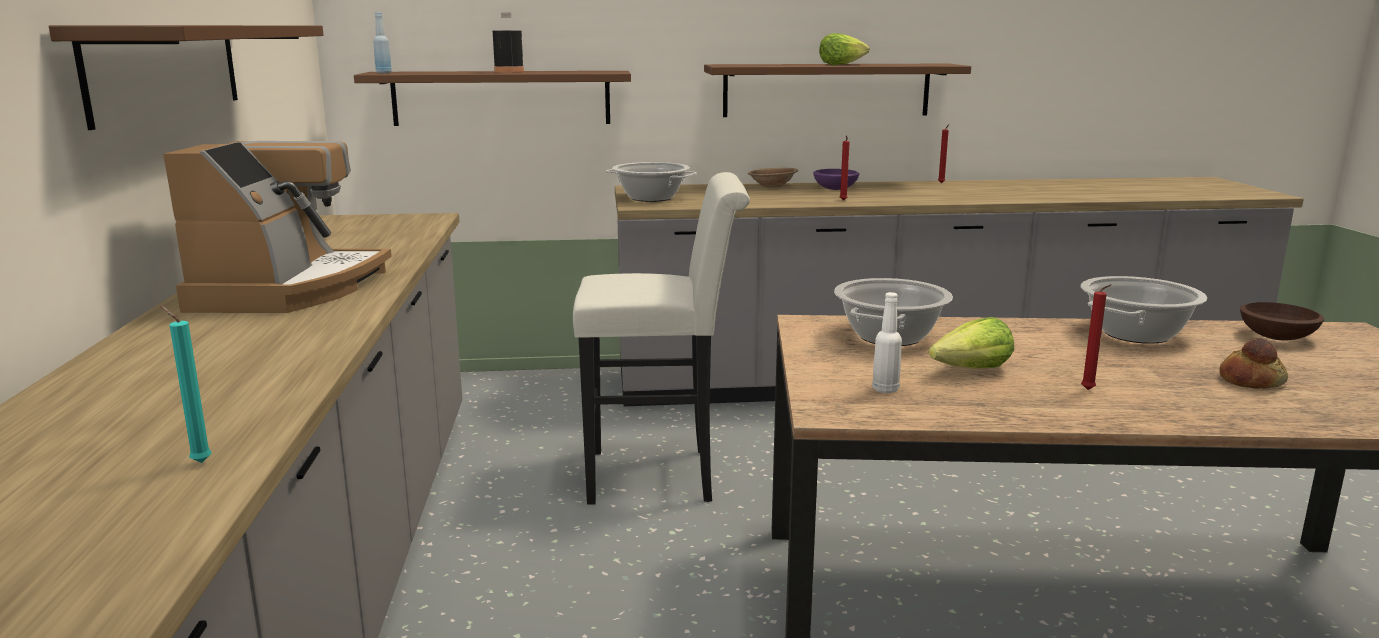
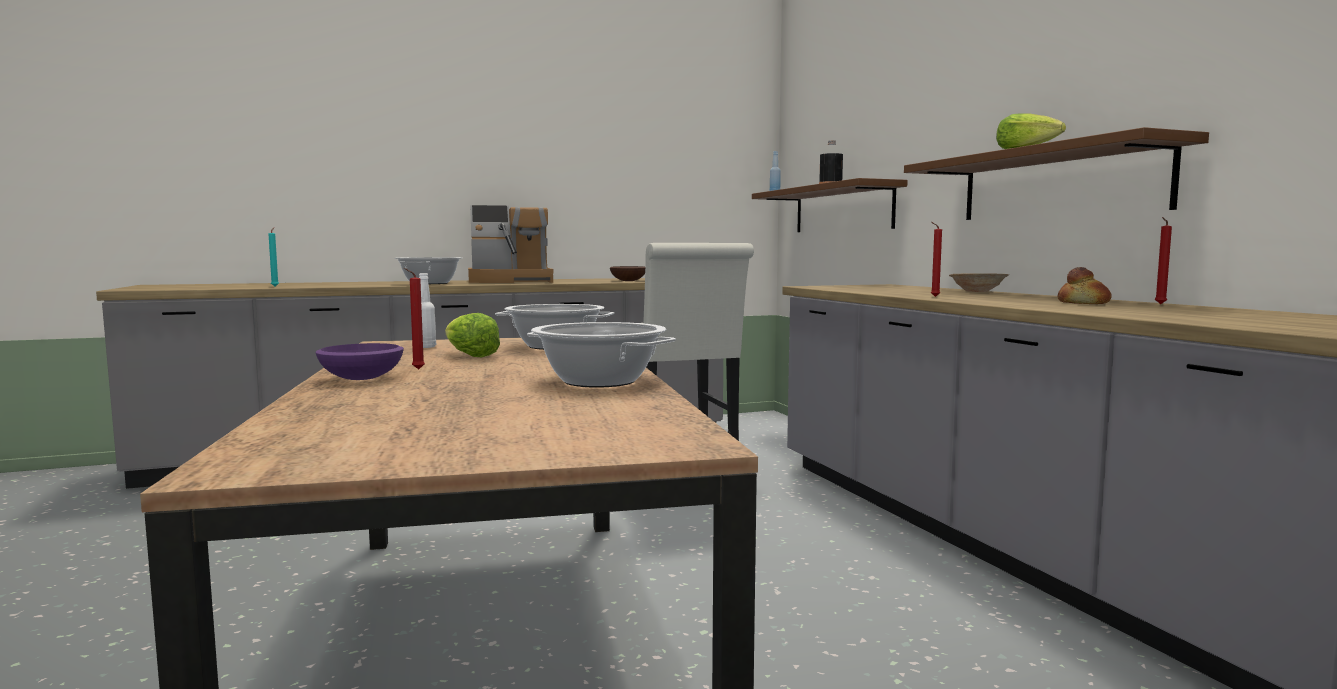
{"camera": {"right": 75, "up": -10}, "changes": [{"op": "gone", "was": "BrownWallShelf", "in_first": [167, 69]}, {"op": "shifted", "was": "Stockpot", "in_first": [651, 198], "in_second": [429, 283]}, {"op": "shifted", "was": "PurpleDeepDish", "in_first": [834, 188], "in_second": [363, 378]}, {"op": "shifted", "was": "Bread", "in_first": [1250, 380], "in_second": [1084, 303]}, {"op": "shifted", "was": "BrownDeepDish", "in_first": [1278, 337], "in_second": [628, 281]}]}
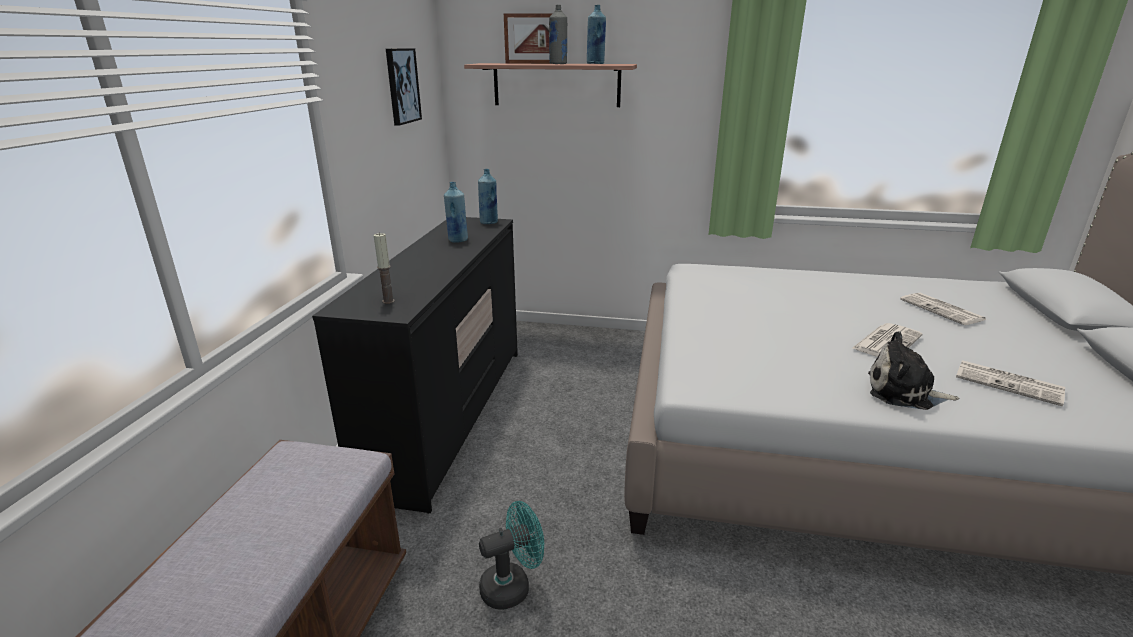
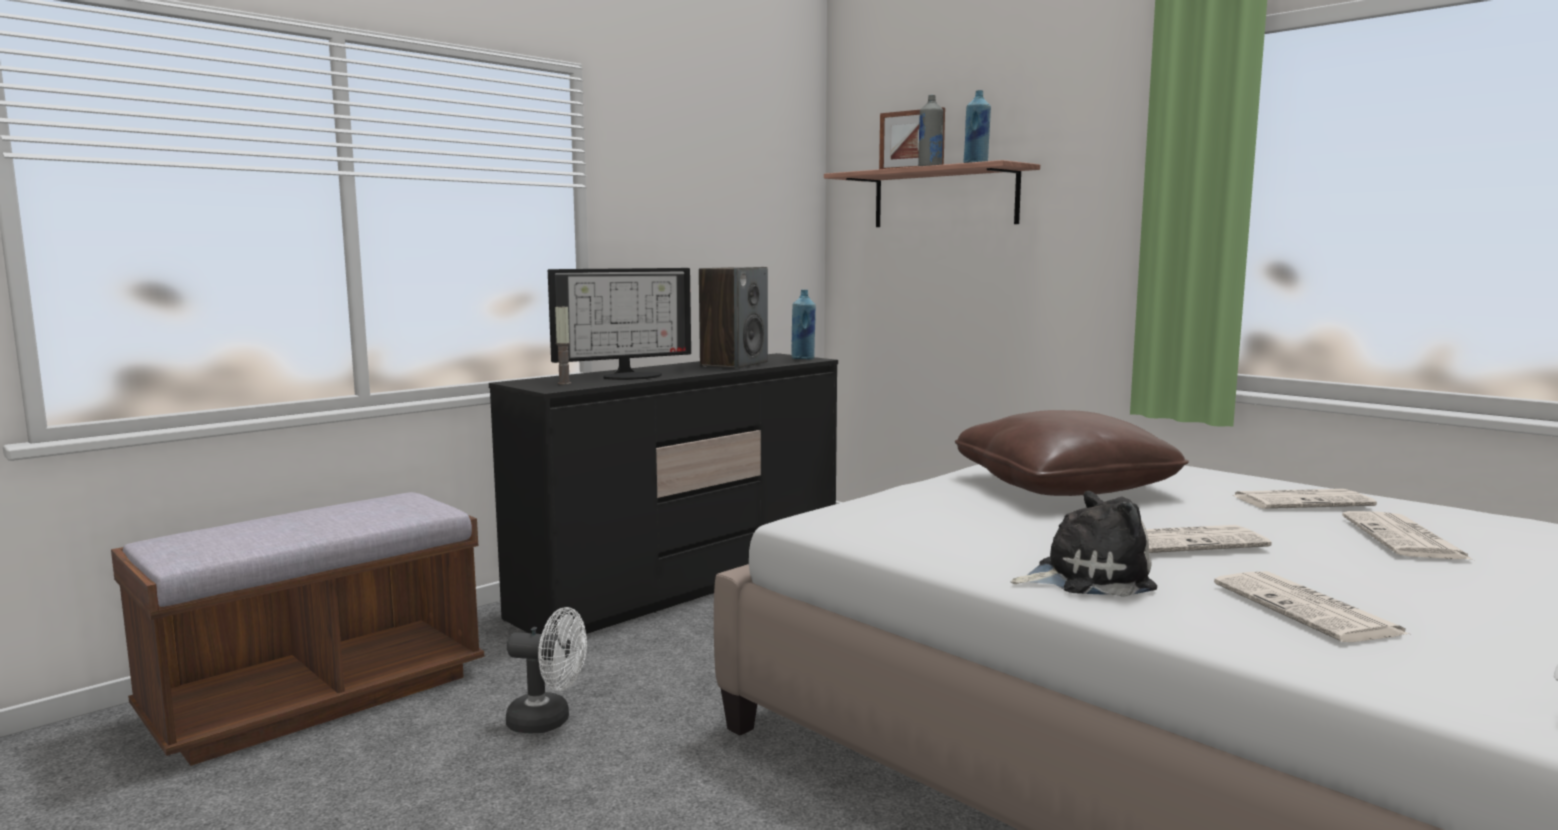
{"camera": {"right": 35, "up": -15}, "changes": [{"op": "gone", "was": "WallPicture", "in_first": [402, 86]}, {"op": "new", "now": "ComputerScreen", "in_second": [631, 376]}, {"op": "new", "now": "BrownThrowPillow", "in_second": [1063, 487]}, {"op": "new", "now": "DailyPaper", "in_second": [1303, 501]}, {"op": "swapped", "was": "BluishDrinkBottle", "now": "AudioSpeaker", "in_first": [457, 240], "in_second": [734, 364]}, {"op": "repainted", "was": "BlueGreenElectricFan", "now": "WhiteElectricFan", "in_first": [512, 586], "in_second": [548, 721]}, {"op": "rotated", "was": "PlushToy", "in_first": [904, 392], "in_second": [1086, 578], "clockwise": 120}]}
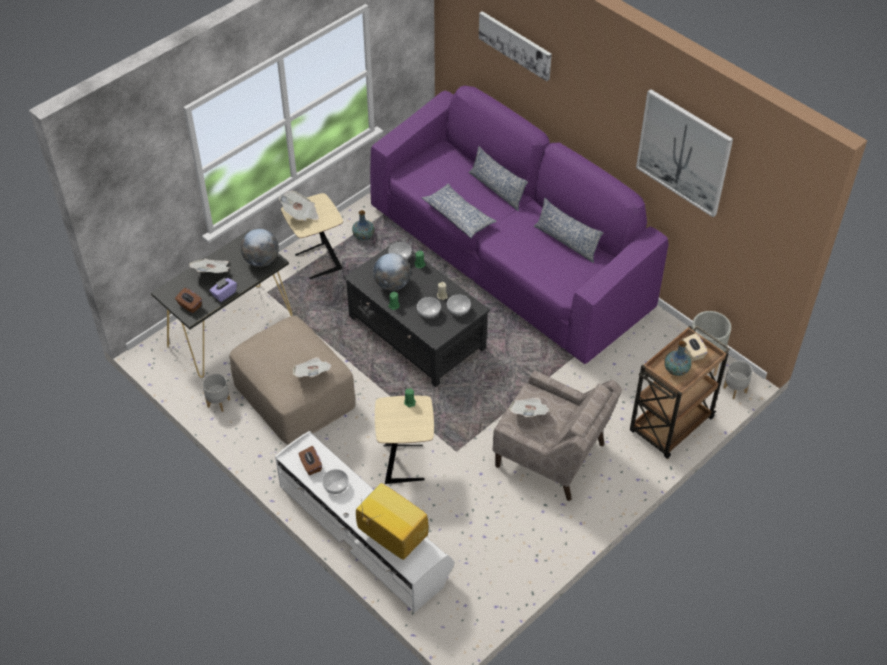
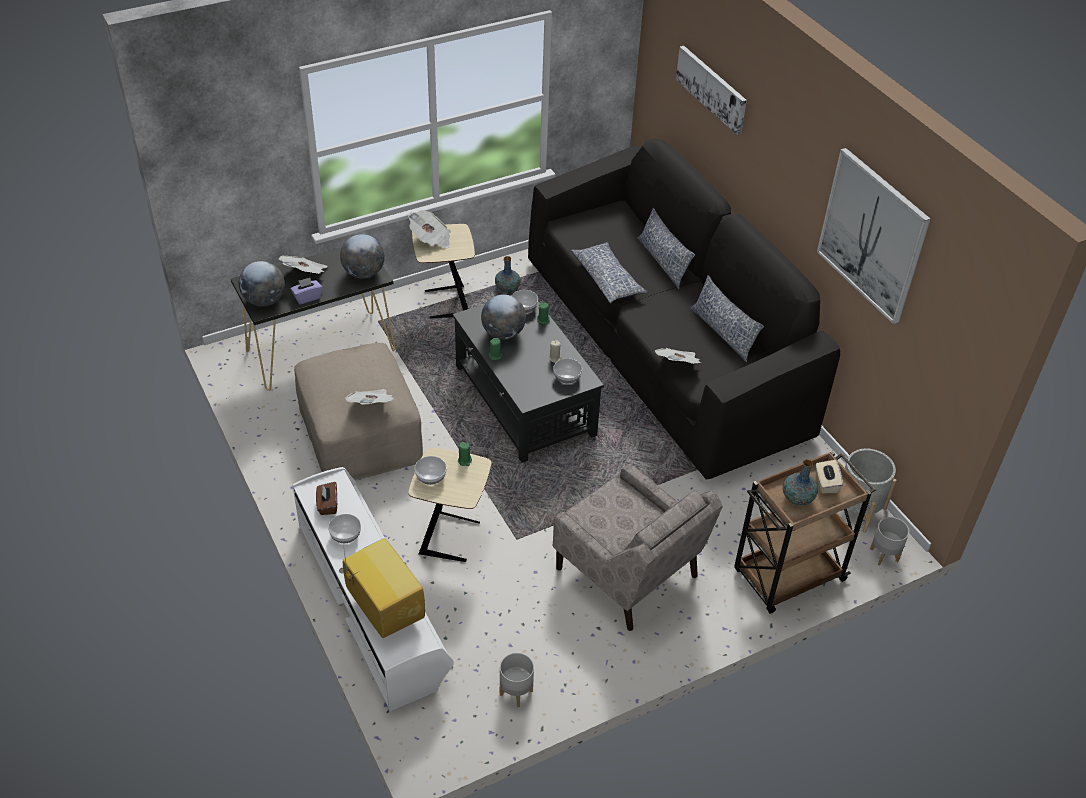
{"camera": {"right": 15, "up": -5}, "changes": [{"op": "shifted", "was": "GrayPlantPot", "in_first": [218, 403], "in_second": [515, 693]}, {"op": "shifted", "was": "DeepDish", "in_first": [428, 312], "in_second": [430, 477]}, {"op": "shifted", "was": "DailyPaper", "in_first": [529, 413], "in_second": [678, 365]}, {"op": "swapped", "was": "BrownTissueBox", "now": "Globe", "in_first": [189, 306], "in_second": [264, 301]}, {"op": "repainted", "was": "PurpleCouch", "now": "BlackCouch", "in_first": [510, 257], "in_second": [663, 346]}]}
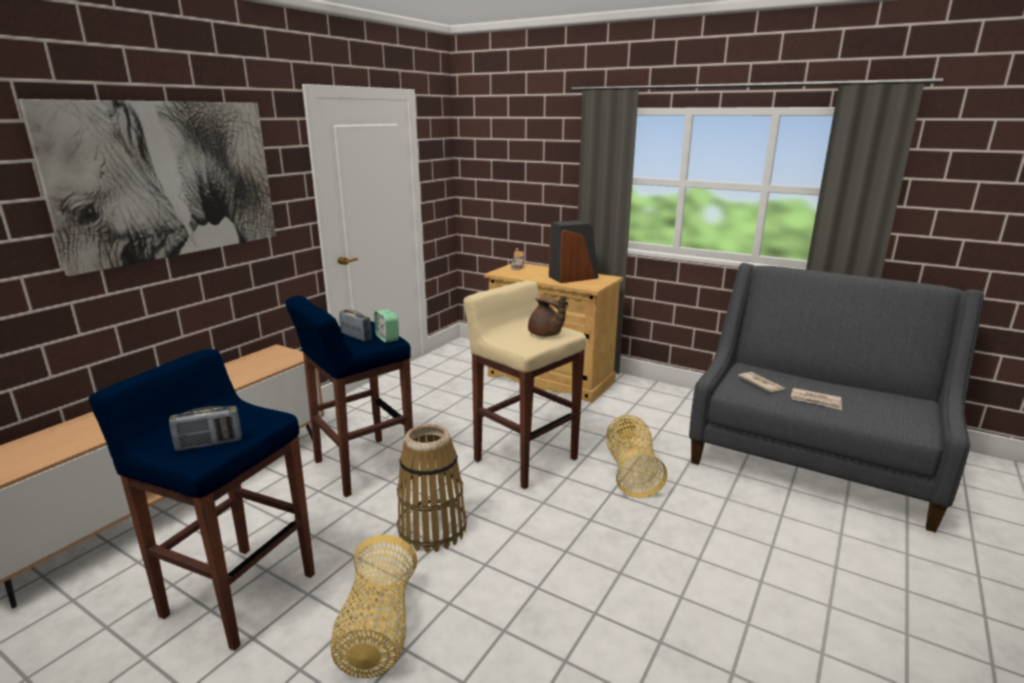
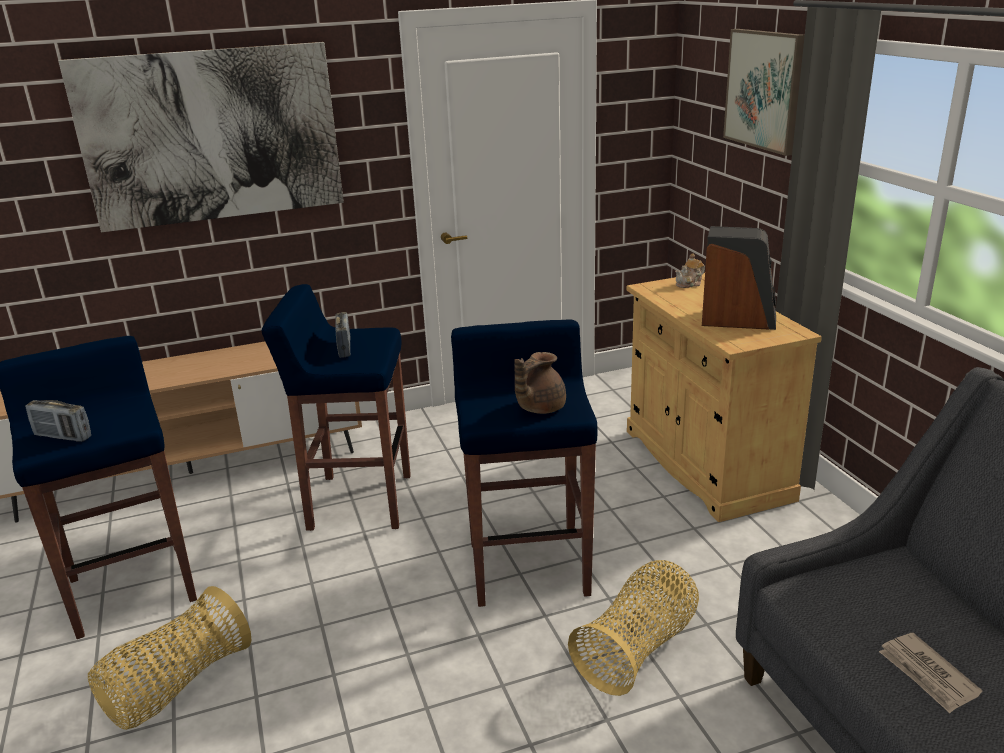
{"camera": {"right": 40, "up": 5}, "changes": [{"op": "gone", "was": "AlarmClock", "in_first": [387, 338]}, {"op": "gone", "was": "HouseholdBasket", "in_first": [432, 529]}, {"op": "gone", "was": "DailyPaper", "in_first": [761, 384]}, {"op": "new", "now": "WallPicture", "in_second": [764, 90]}, {"op": "repainted", "was": "BeigeColouredStool", "now": "BluishStool", "in_first": [524, 459], "in_second": [528, 567]}, {"op": "rotated", "was": "BrownPotForTea", "in_first": [545, 334], "in_second": [539, 408], "clockwise": 45}]}
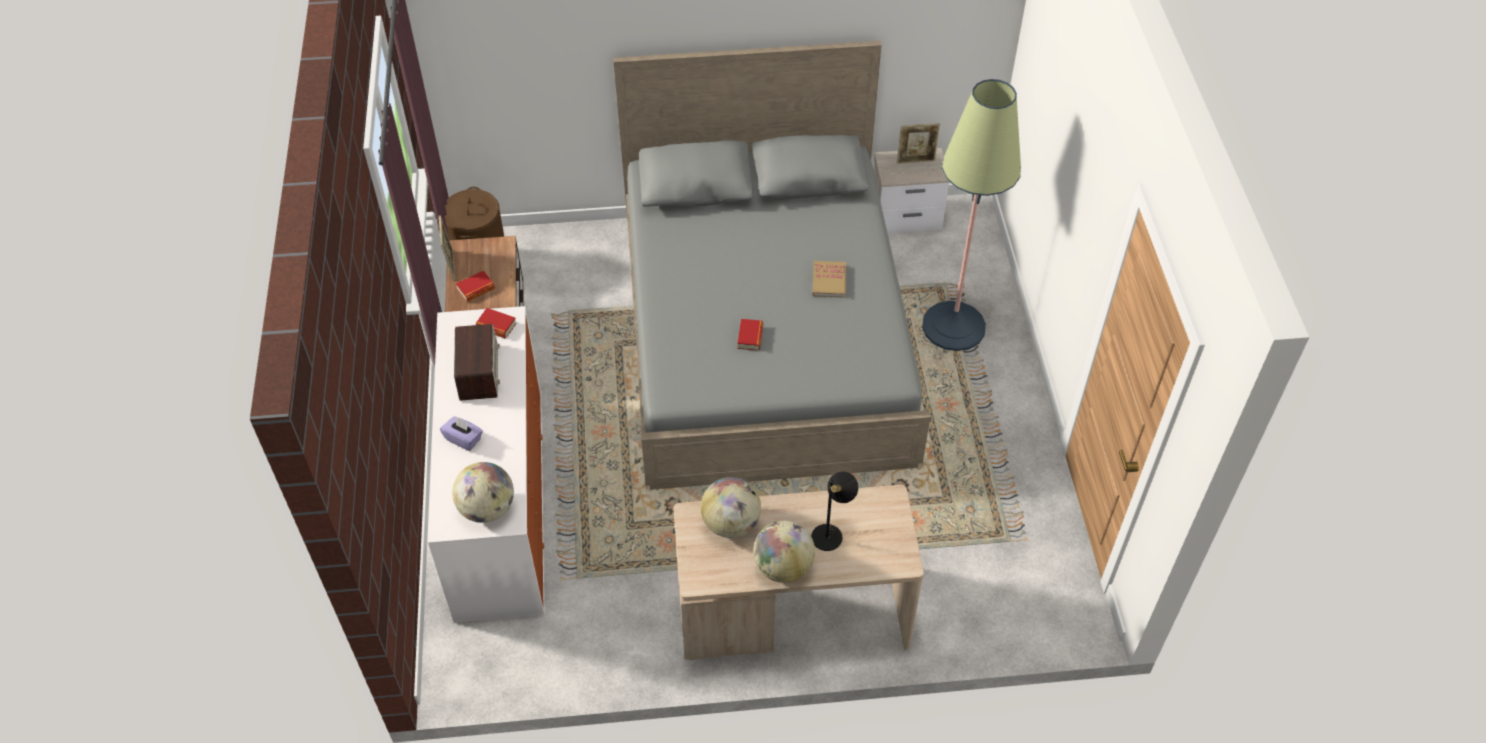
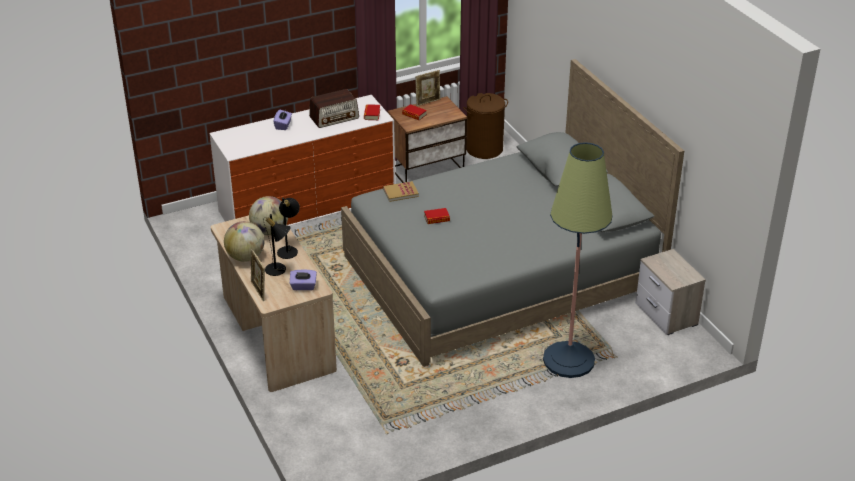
{"camera": {"right": 70, "up": -15}, "changes": [{"op": "gone", "was": "Globe", "in_first": [487, 509]}, {"op": "new", "now": "BlackTabletopLamp", "in_second": [289, 250]}, {"op": "new", "now": "PurpleTissueBox", "in_second": [303, 286]}, {"op": "shifted", "was": "Book", "in_first": [829, 280], "in_second": [400, 193]}, {"op": "shifted", "was": "StandingFrame", "in_first": [915, 161], "in_second": [259, 291]}]}
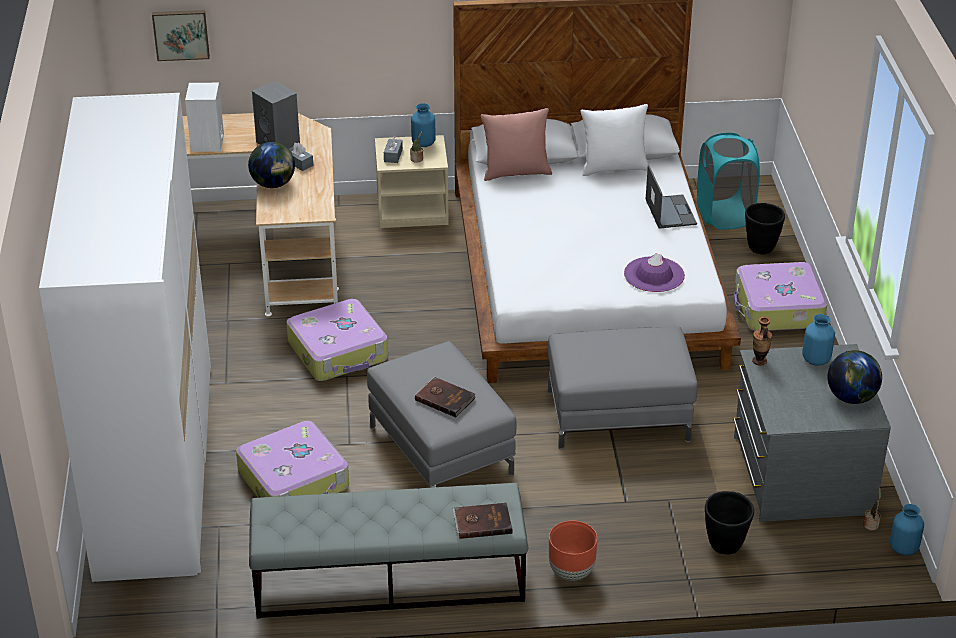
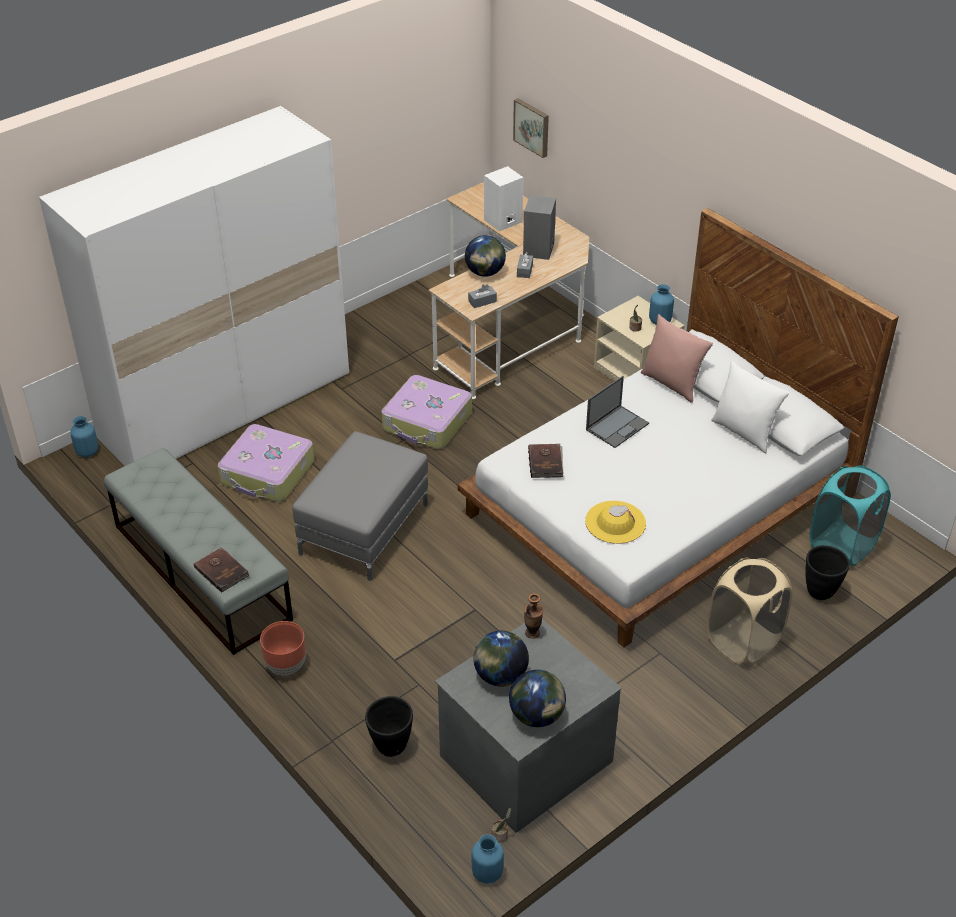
{"camera": {"right": 55, "up": 5}, "changes": [{"op": "gone", "was": "GrayFootrest", "in_first": [618, 415]}, {"op": "new", "now": "Globe", "in_second": [500, 676]}, {"op": "shifted", "was": "GrayTissueBox", "in_first": [393, 155], "in_second": [482, 301]}, {"op": "shifted", "was": "BrownBook", "in_first": [445, 398], "in_second": [546, 462]}, {"op": "shifted", "was": "PortableComputer", "in_first": [670, 211], "in_second": [617, 426]}, {"op": "shifted", "was": "BluishFlowerVase", "in_first": [816, 360], "in_second": [87, 452]}, {"op": "swapped", "was": "TravelCase", "now": "BeigeColouredHamper", "in_first": [777, 308], "in_second": [743, 641]}, {"op": "repainted", "was": "PurpleClothingHat", "now": "YellowishClothingHat", "in_first": [654, 275], "in_second": [615, 522]}]}
